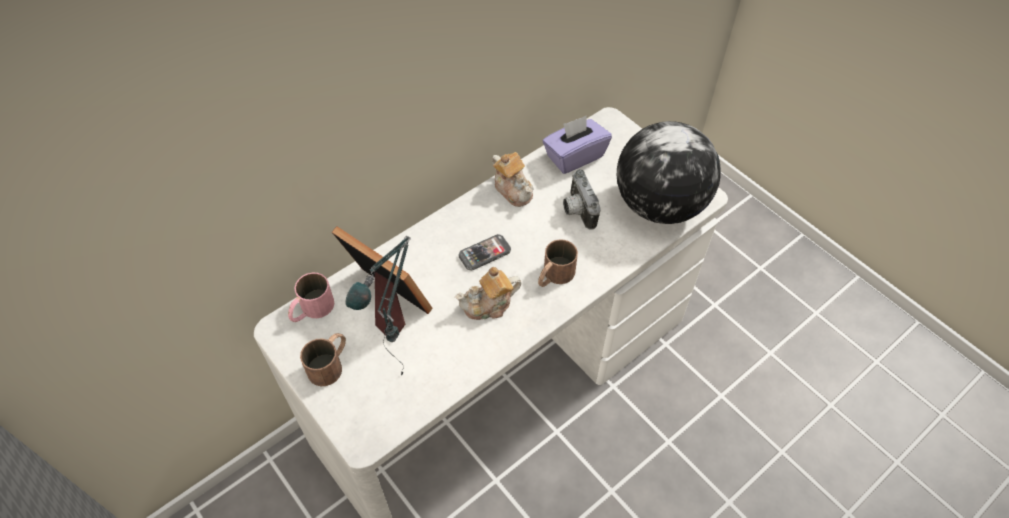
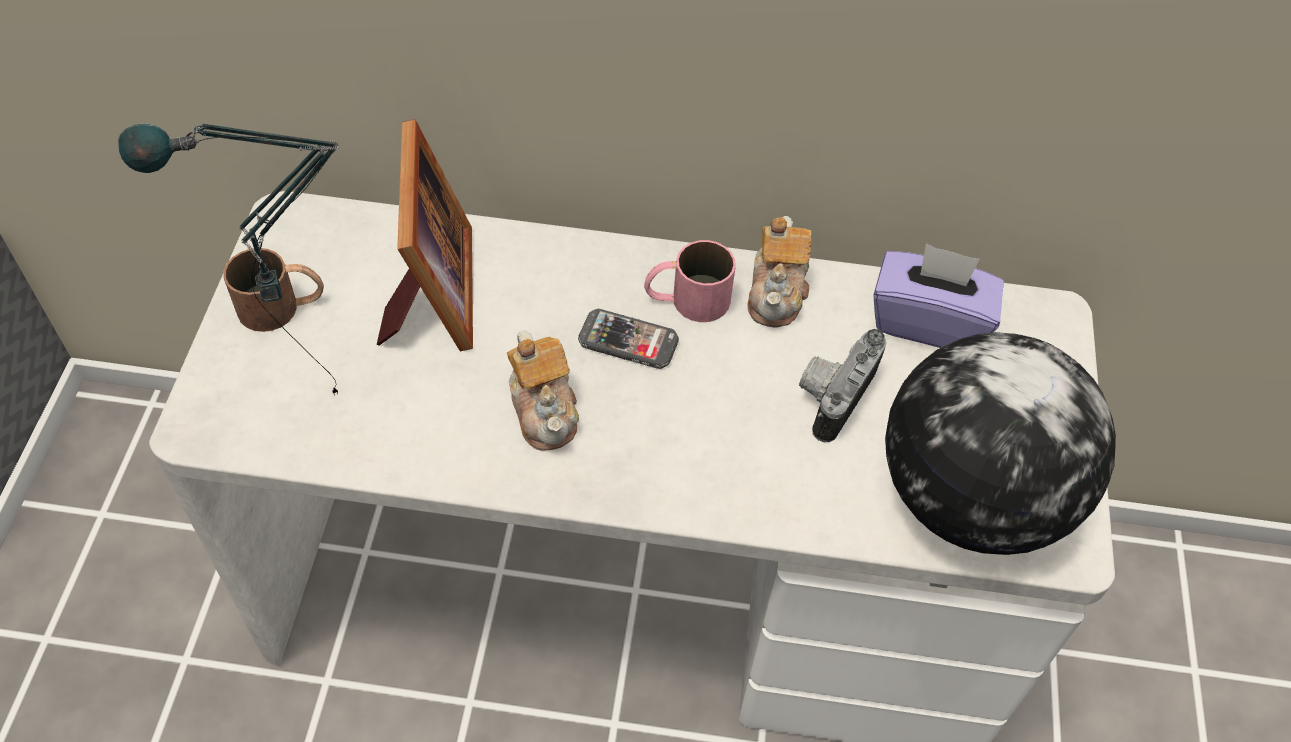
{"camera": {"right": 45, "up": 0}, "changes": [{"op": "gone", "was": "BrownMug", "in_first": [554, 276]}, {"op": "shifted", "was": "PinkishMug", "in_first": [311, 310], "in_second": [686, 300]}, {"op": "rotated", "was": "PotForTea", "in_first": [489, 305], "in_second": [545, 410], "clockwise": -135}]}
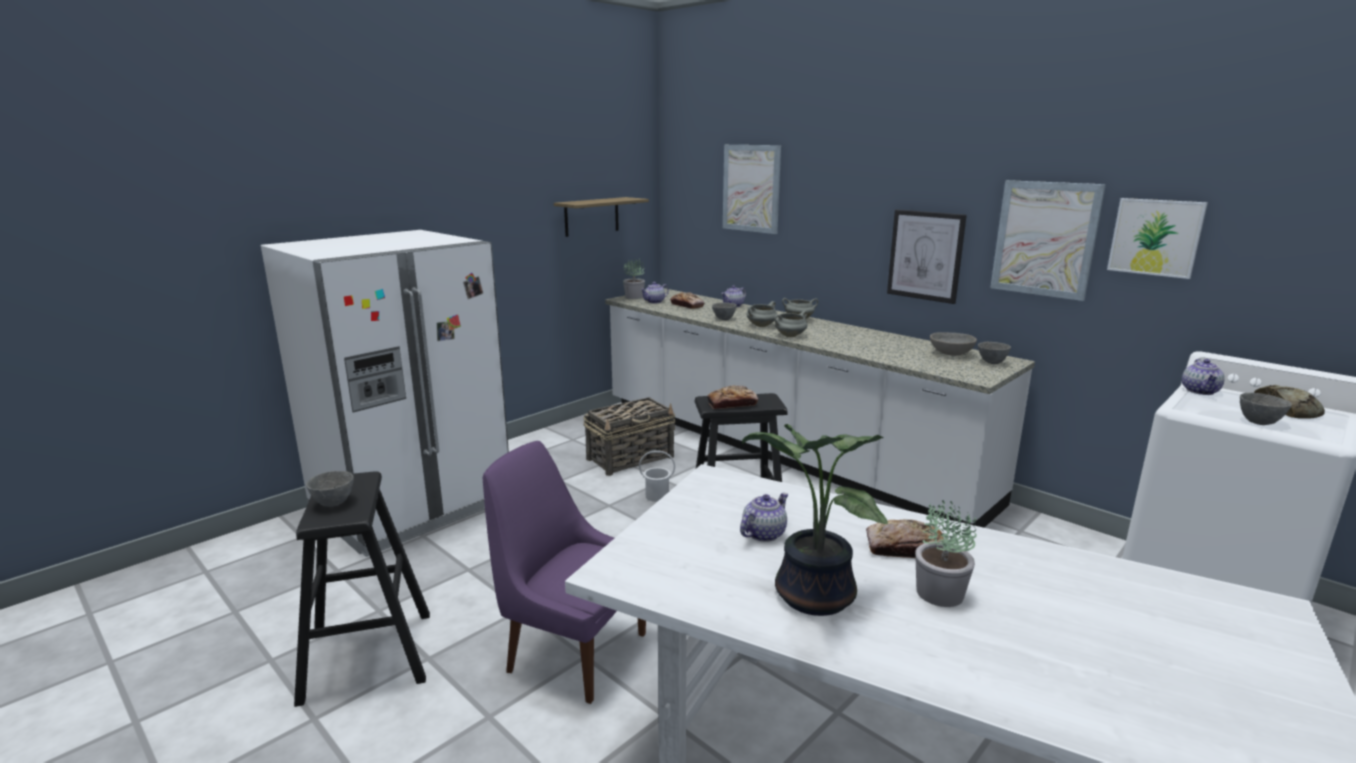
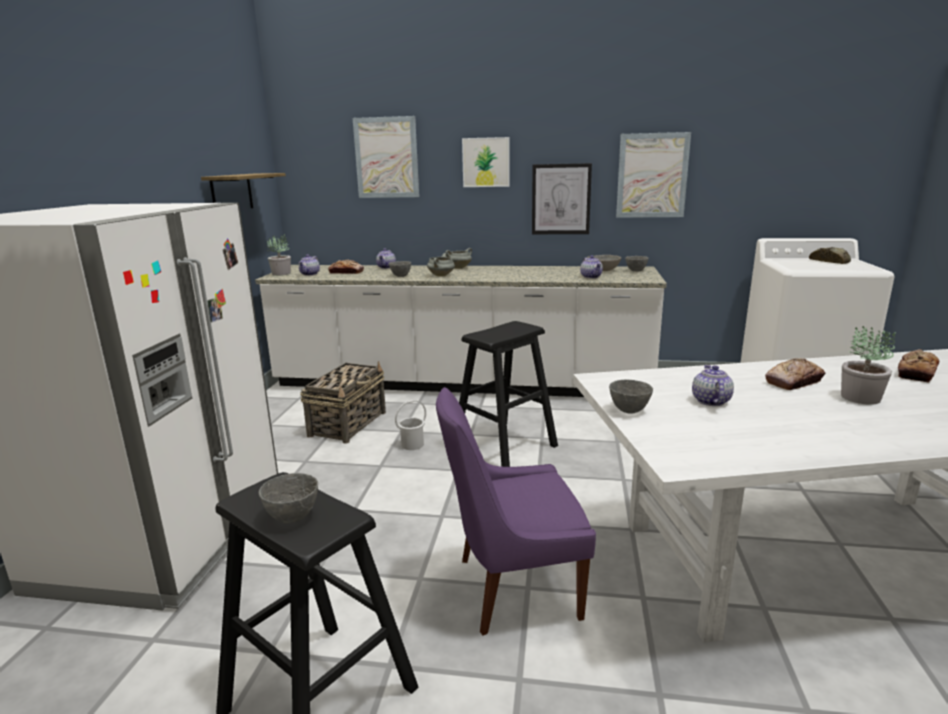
{"camera": {"right": -35, "up": 0}, "changes": [{"op": "gone", "was": "PottedPlant", "in_first": [809, 596]}, {"op": "gone", "was": "GrayStockpot", "in_first": [790, 336]}, {"op": "shifted", "was": "Bread", "in_first": [732, 404], "in_second": [916, 373]}, {"op": "shifted", "was": "WallPicture", "in_first": [1155, 237], "in_second": [486, 162]}, {"op": "shifted", "was": "PotForTea", "in_first": [1200, 391], "in_second": [591, 277]}, {"op": "shifted", "was": "GrayDeepDish", "in_first": [1258, 422], "in_second": [628, 410]}]}
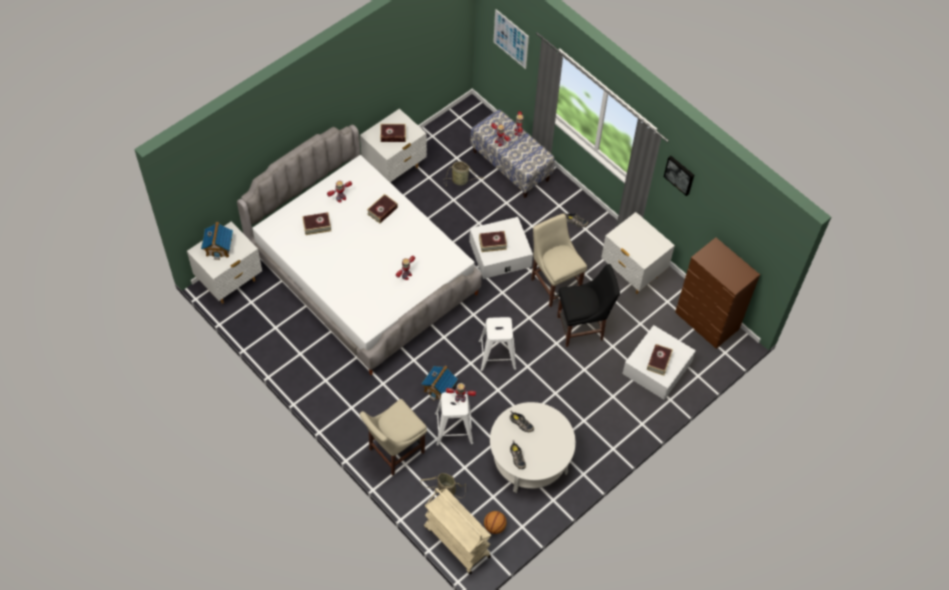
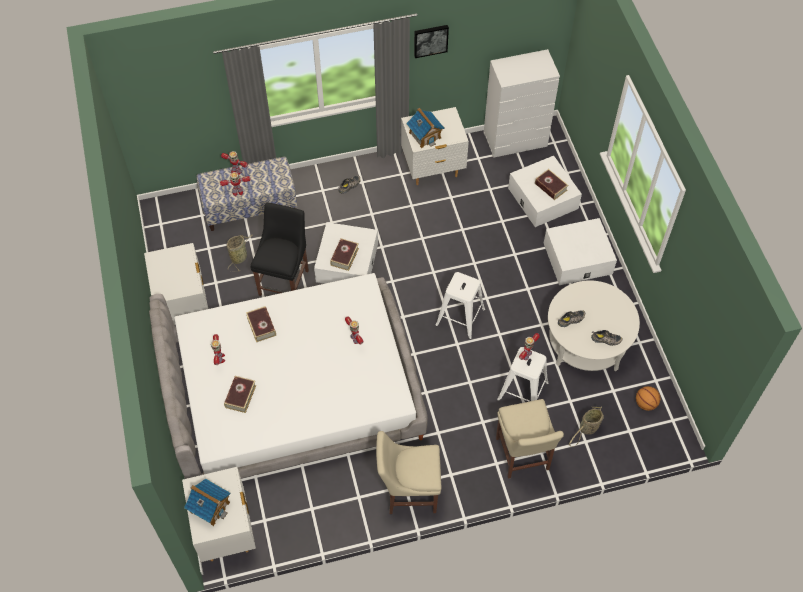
{"camera": {"right": -60, "up": 0}, "changes": [{"op": "gone", "was": "Book", "in_first": [393, 135]}, {"op": "gone", "was": "BeigeColouredTrolley", "in_first": [456, 541]}, {"op": "gone", "was": "WallPicture", "in_first": [511, 39]}, {"op": "new", "now": "WhiteStorageContainer", "in_second": [577, 258]}, {"op": "shifted", "was": "ModelHouse", "in_first": [439, 388], "in_second": [425, 135]}, {"op": "shifted", "was": "BeigeColouredUprightChair", "in_first": [554, 283], "in_second": [408, 492]}, {"op": "shifted", "was": "BlackUprightChair", "in_first": [582, 328], "in_second": [285, 280]}, {"op": "repainted", "was": "BrownDrawerChest", "now": "WhiteDrawerChest", "in_first": [707, 321], "in_second": [515, 140]}]}
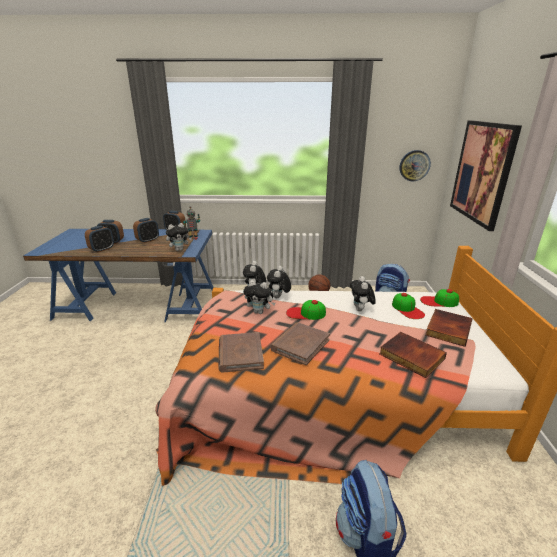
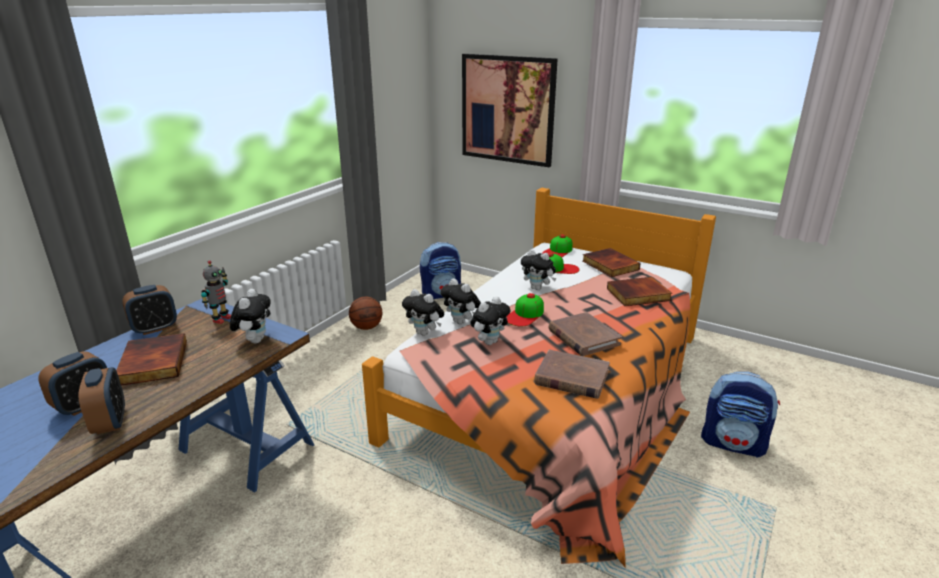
{"camera": {"right": -60, "up": 0}, "changes": [{"op": "gone", "was": "ClockOnTheWall", "in_first": [414, 165]}, {"op": "swapped", "was": "AlarmClock", "now": "Book", "in_first": [148, 240], "in_second": [152, 363]}]}
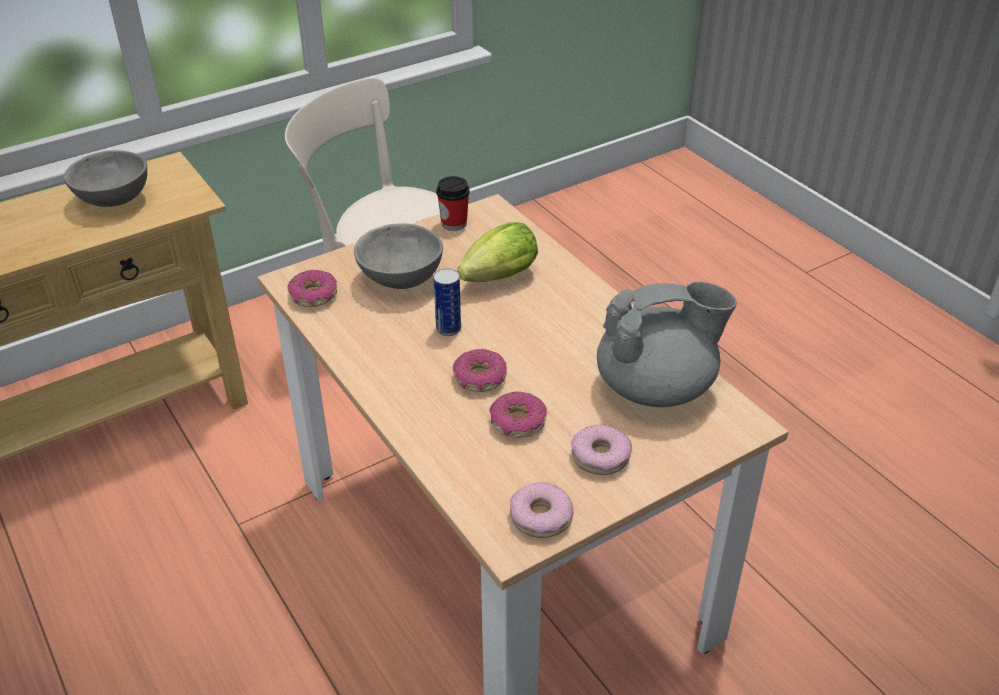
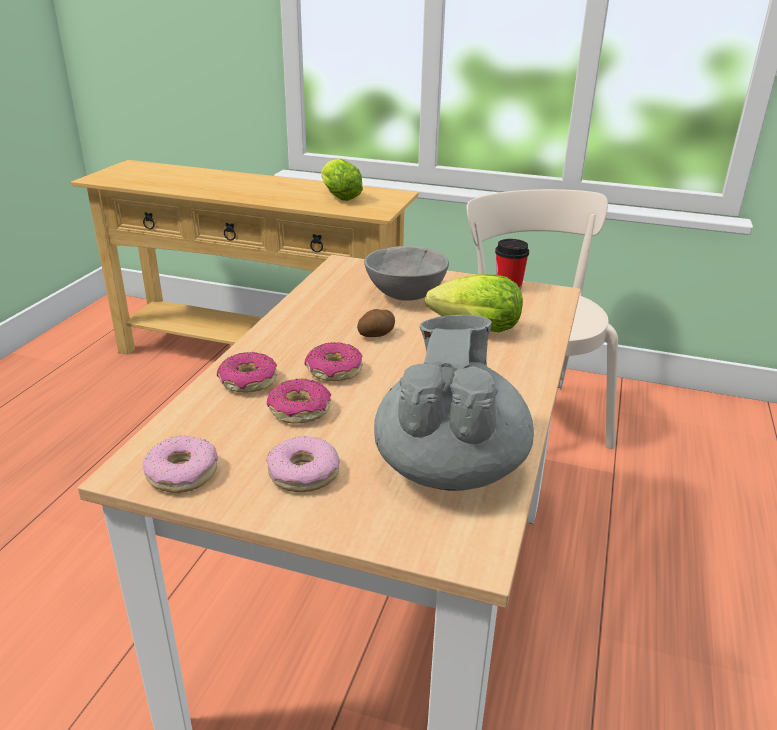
{"camera": {"right": 50, "up": -10}, "changes": [{"op": "shifted", "was": "RingDoughnut", "in_first": [313, 296], "in_second": [248, 382]}, {"op": "swapped", "was": "GrayDeepDish", "now": "Lettuce", "in_first": [113, 201], "in_second": [338, 196]}, {"op": "swapped", "was": "MetalCan", "now": "Potato", "in_first": [448, 329], "in_second": [377, 335]}, {"op": "rotated", "was": "GrayPotForTea", "in_first": [657, 387], "in_second": [449, 466], "clockwise": -120}]}
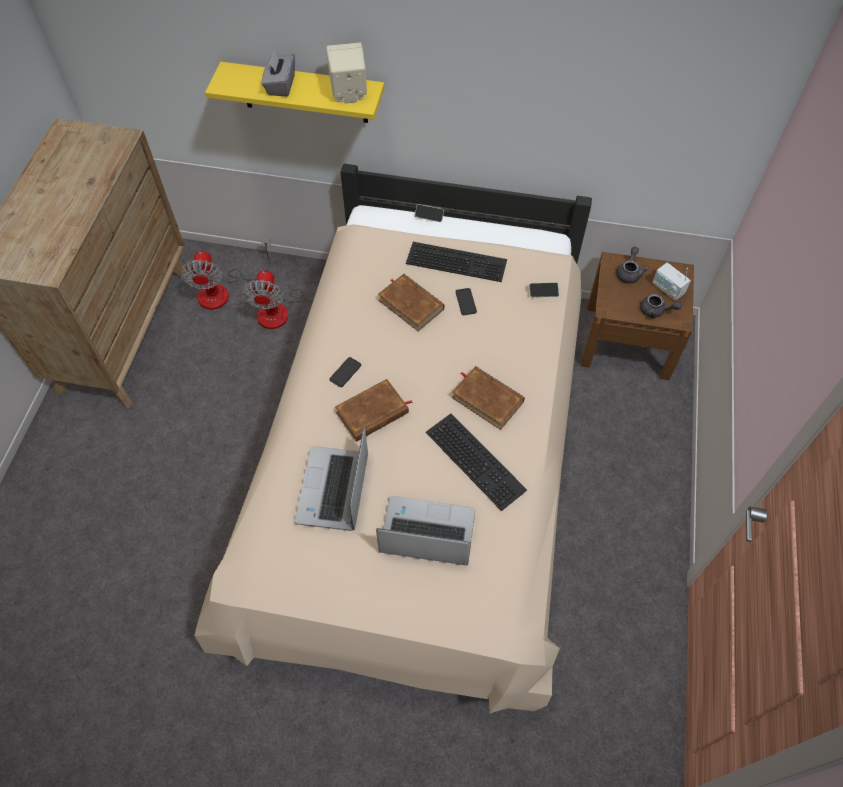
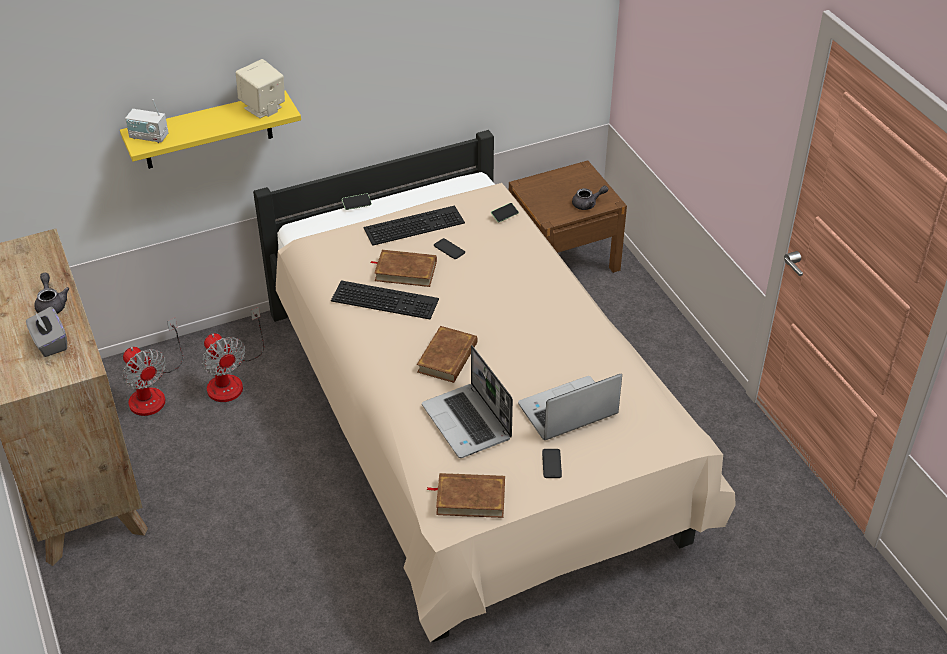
{"camera": {"right": -35, "up": -15}, "changes": [{"op": "shifted", "was": "GrayTissueBox", "in_first": [280, 85], "in_second": [50, 343]}, {"op": "shifted", "was": "Handset", "in_first": [345, 372], "in_second": [551, 464]}, {"op": "shifted", "was": "ComputerKeyboard", "in_first": [477, 460], "in_second": [386, 299]}, {"op": "shifted", "was": "BrownBook", "in_first": [487, 399], "in_second": [470, 498]}, {"op": "shifted", "was": "GrayPotForTea", "in_first": [629, 272], "in_second": [51, 304]}, {"op": "shifted", "was": "RadioReceiver", "in_first": [668, 289], "in_second": [149, 137]}]}
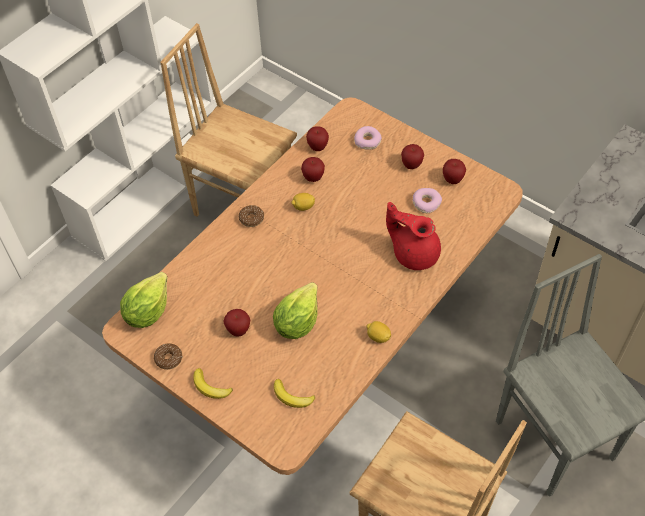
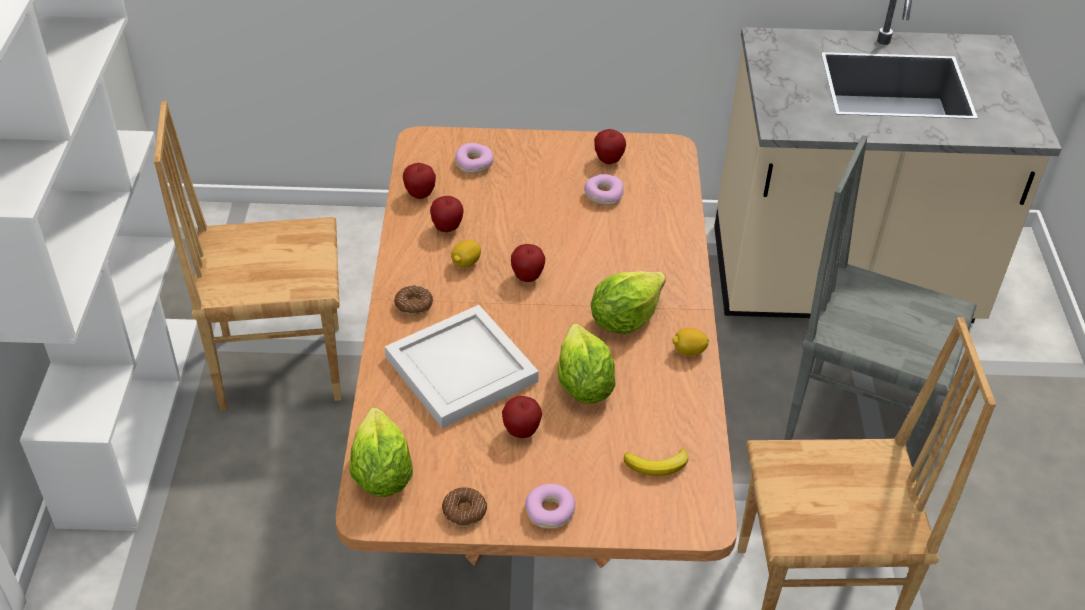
{"camera": {"right": -40, "up": -10}, "changes": [{"op": "gone", "was": "RedColouredPotForTea", "in_first": [414, 253]}, {"op": "new", "now": "WhiteServingTray", "in_second": [458, 369]}, {"op": "new", "now": "Lettuce", "in_second": [624, 319]}, {"op": "shifted", "was": "Apple", "in_first": [411, 165], "in_second": [527, 277]}, {"op": "swapped", "was": "BananaFruit", "now": "RingDoughnut", "in_first": [210, 387], "in_second": [550, 512]}]}
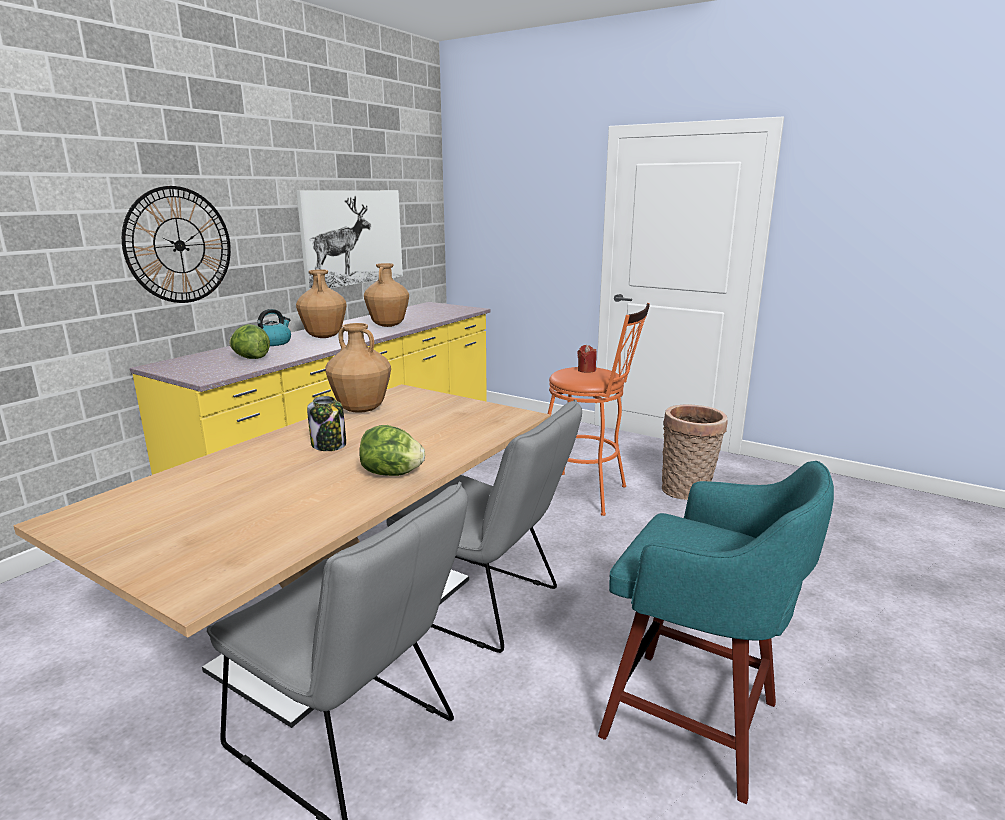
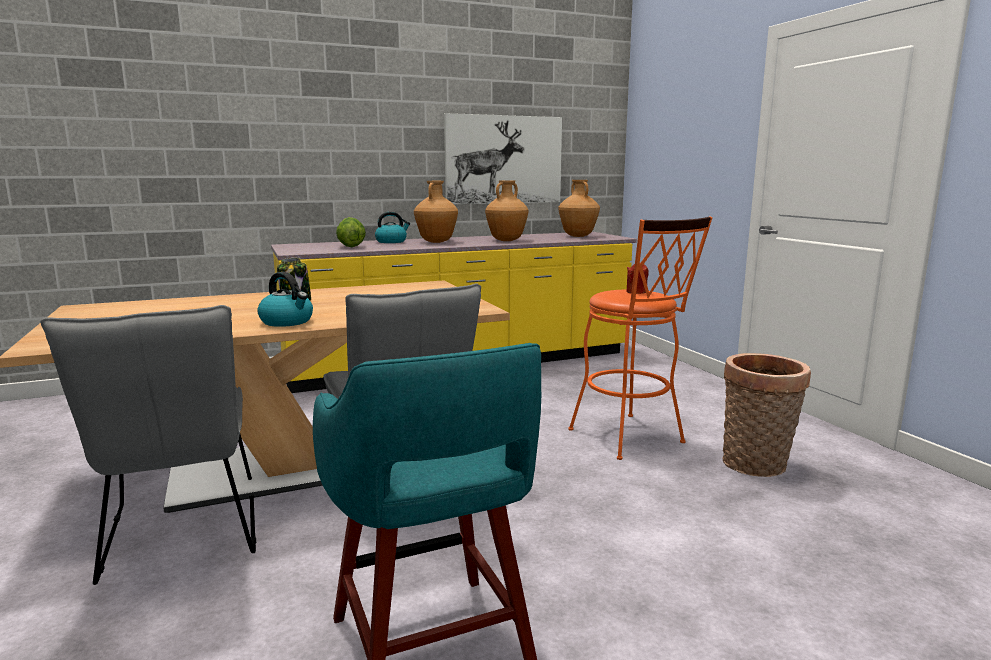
{"camera": {"right": 35, "up": -5}, "changes": [{"op": "gone", "was": "ClockOnTheWall", "in_first": [179, 245]}, {"op": "shifted", "was": "BrownFlowerVase", "in_first": [361, 409], "in_second": [578, 236]}, {"op": "swapped", "was": "Lettuce", "now": "WaterKettle", "in_first": [391, 474], "in_second": [287, 322]}]}
